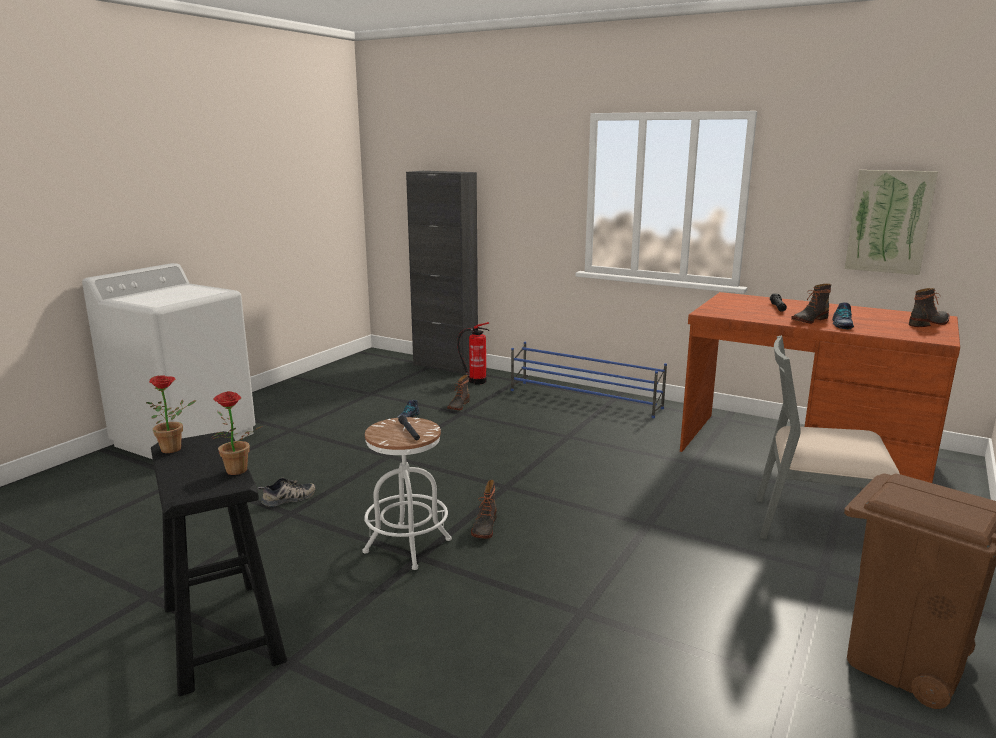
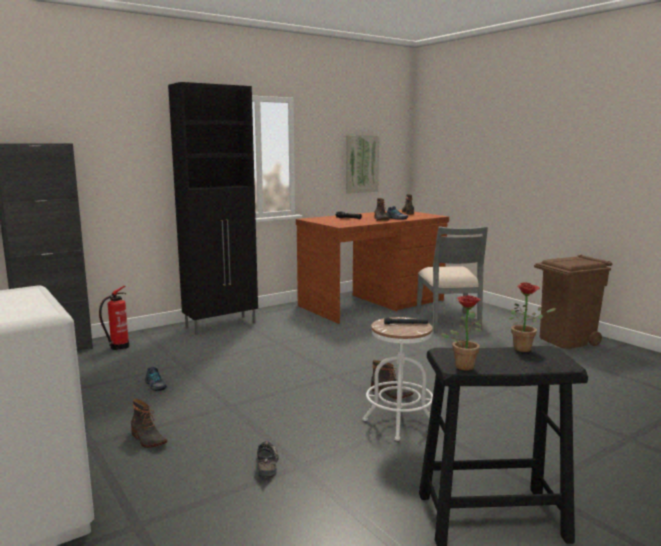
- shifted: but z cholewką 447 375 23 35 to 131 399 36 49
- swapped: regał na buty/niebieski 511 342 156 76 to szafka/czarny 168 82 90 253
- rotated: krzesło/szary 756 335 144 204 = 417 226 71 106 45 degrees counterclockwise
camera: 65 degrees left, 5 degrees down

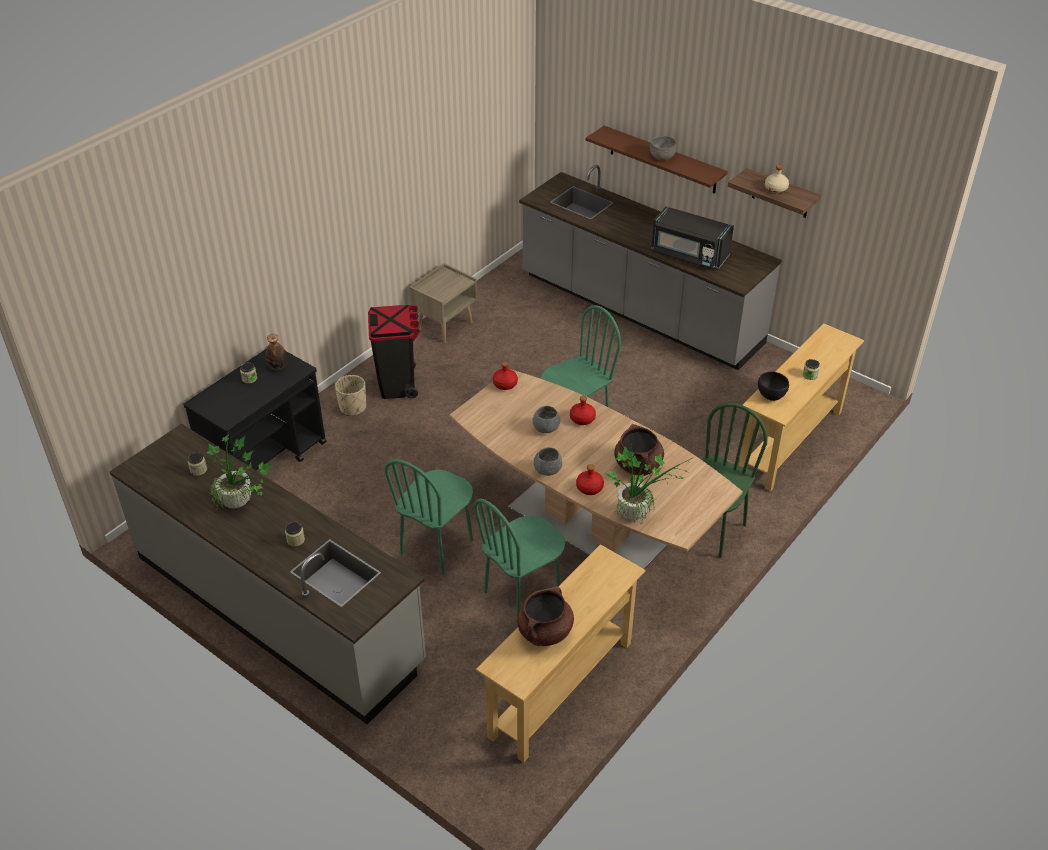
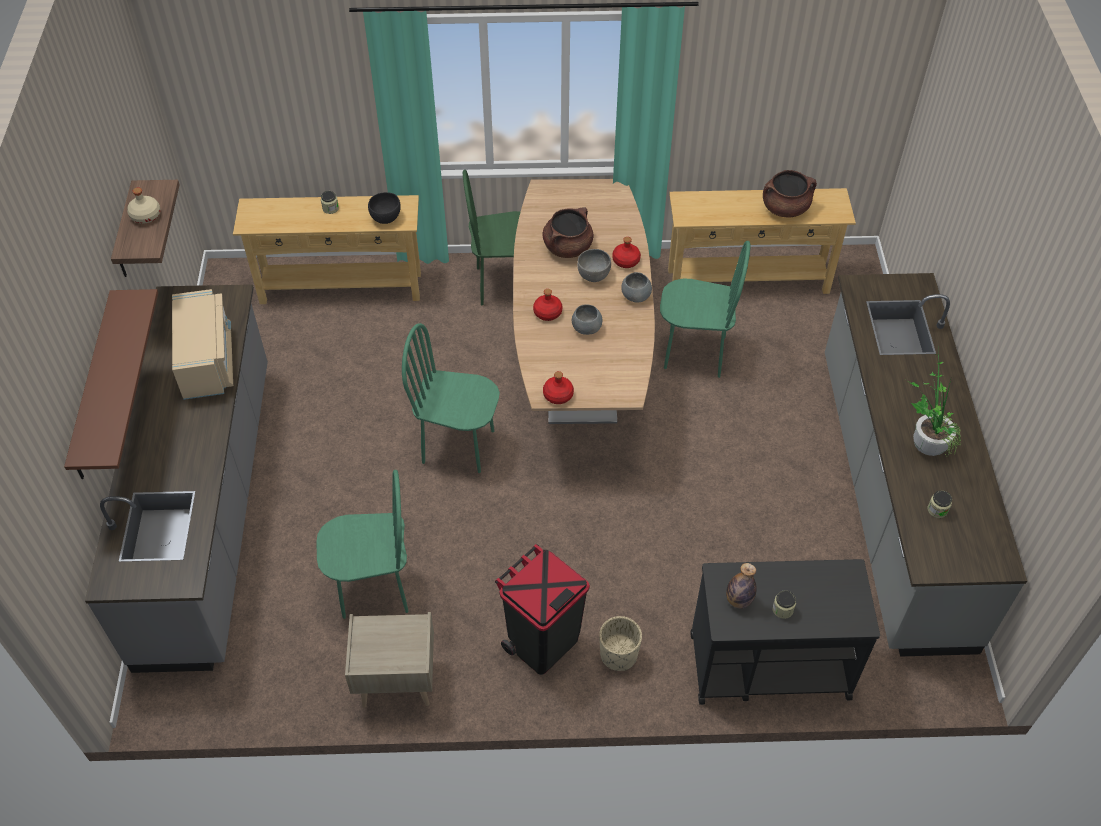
- gone: słoik 285 522 20 25
- shifted: krzesło/zielony 385 459 88 116 to 316 470 93 149
- gone: roślina doniczkowa 605 442 91 83
- shifted: miska/szary 650 136 27 25 to 577 249 34 33
- repainted: mikrofalówka/czarny 652 206 82 63 to mikrofalówka/beżowy 172 289 61 111
camera: 130 degrees left, 10 degrees up

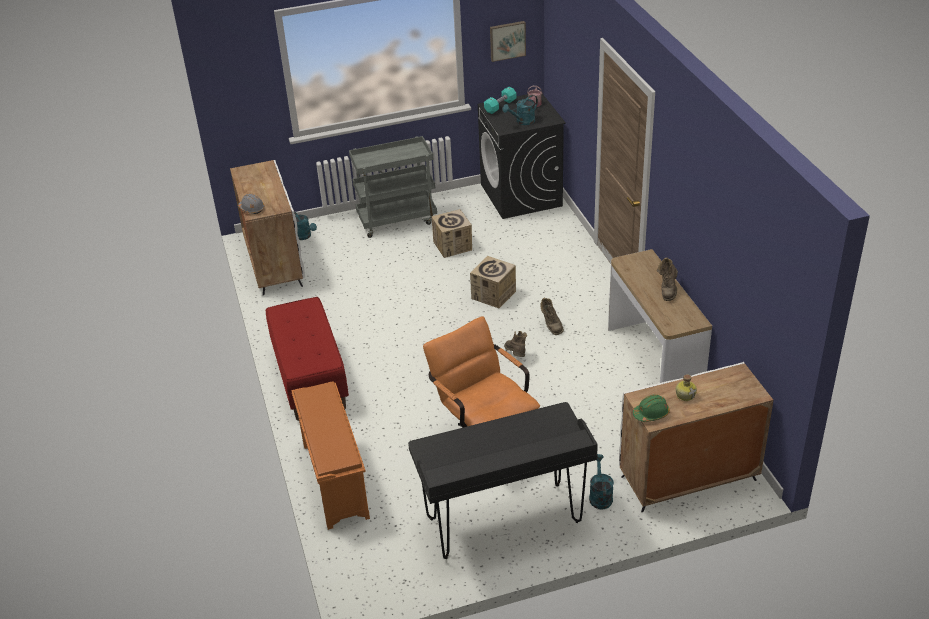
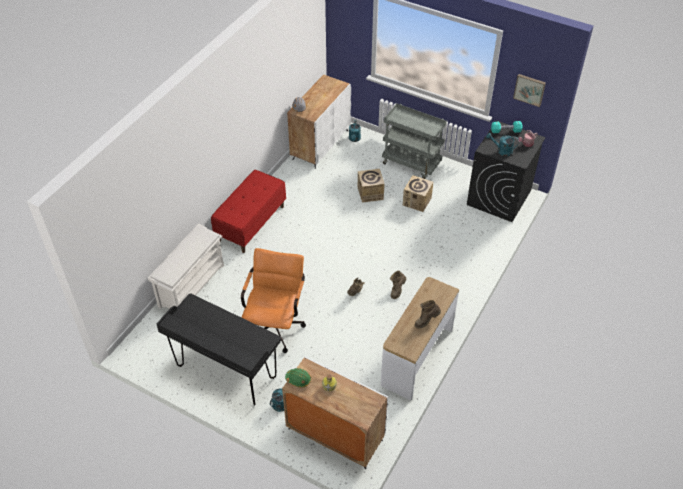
- repainted: regał na buty/pomarańczowy 291 381 79 149 to regał na buty/biały 148 224 76 85
- shifted: karton 470 256 46 52 to 358 169 27 34
camera: 45 degrees right, 10 degrees up

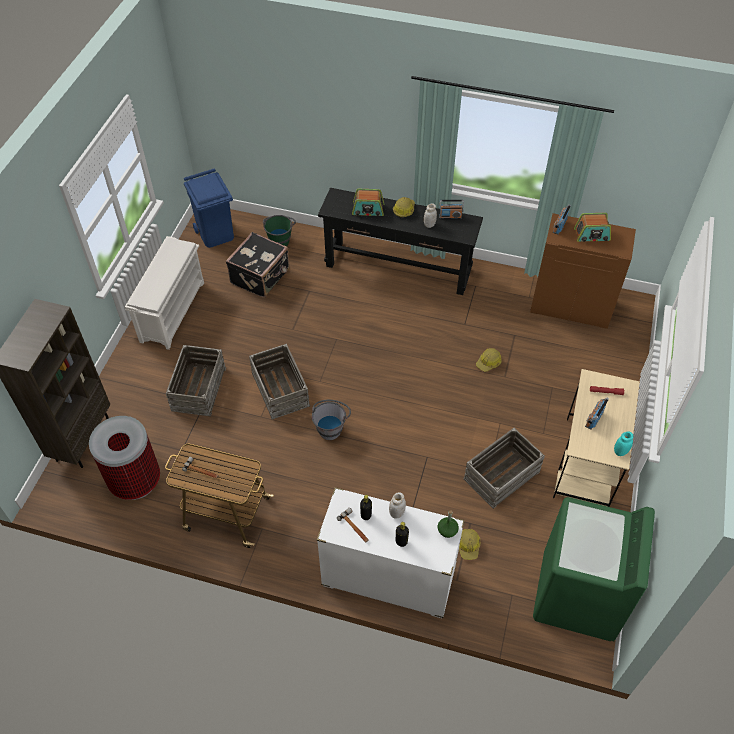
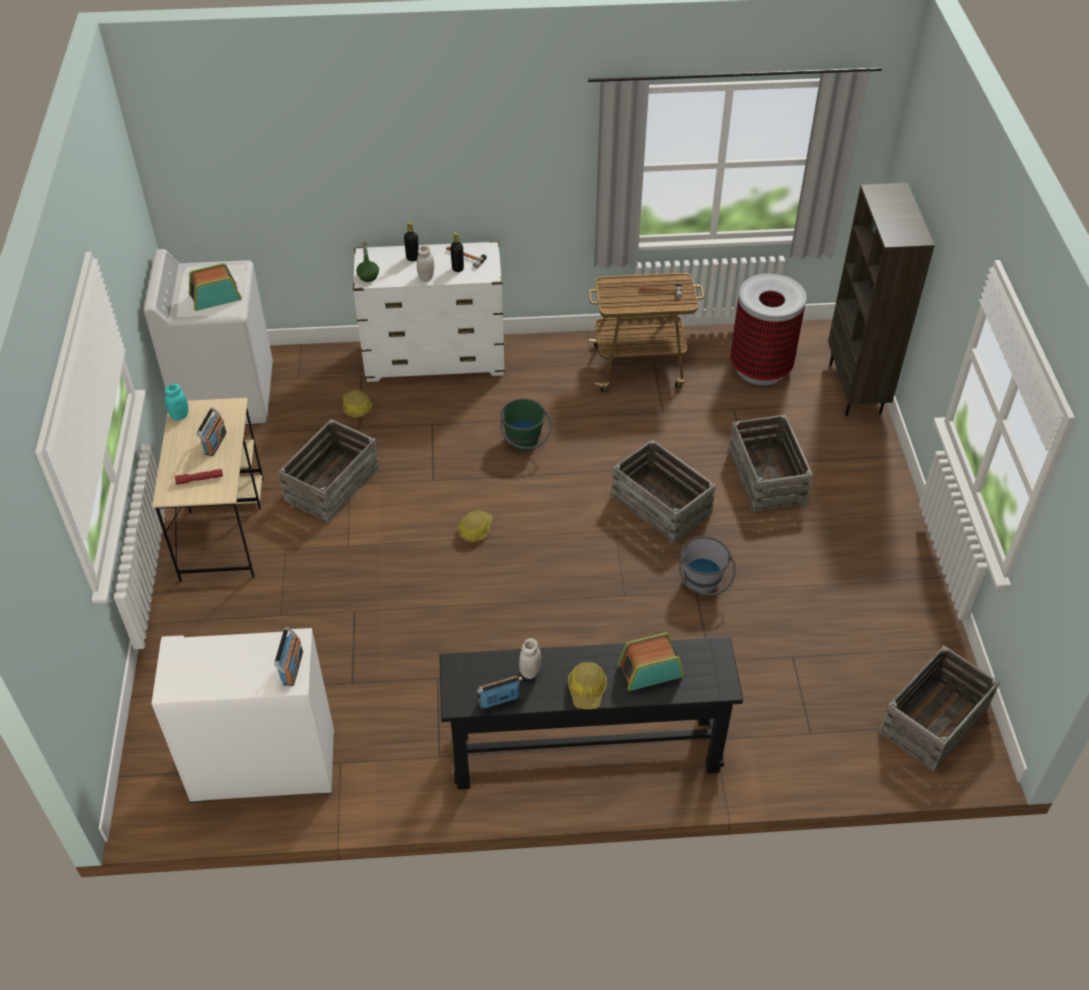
- gone: regał na buty/biały 125 236 79 114
- swapped: kosz na śmieci/niebieski 184 169 50 79 to skrzynka 878 645 122 126
- gone: walizka/czarny 226 232 64 65
- shifted: wiadro/zielony 263 215 33 31 to 500 398 52 53
- shifted: wiadro/szary 312 400 39 40 to 679 536 57 60
- shifted: kask 476 348 26 24 to 458 510 35 32
- repainted: szafka/brązowy 530 213 106 116 to szafka/biały 151 628 183 175
- repainted: pralka/zielony 533 497 122 144 to pralka/biały 143 249 130 175
- shifted: radio 574 213 37 29 to 189 263 53 48
camera: 160 degrees right, 5 degrees down

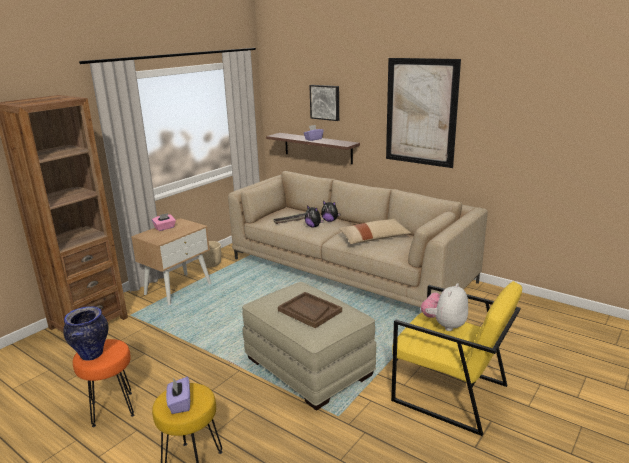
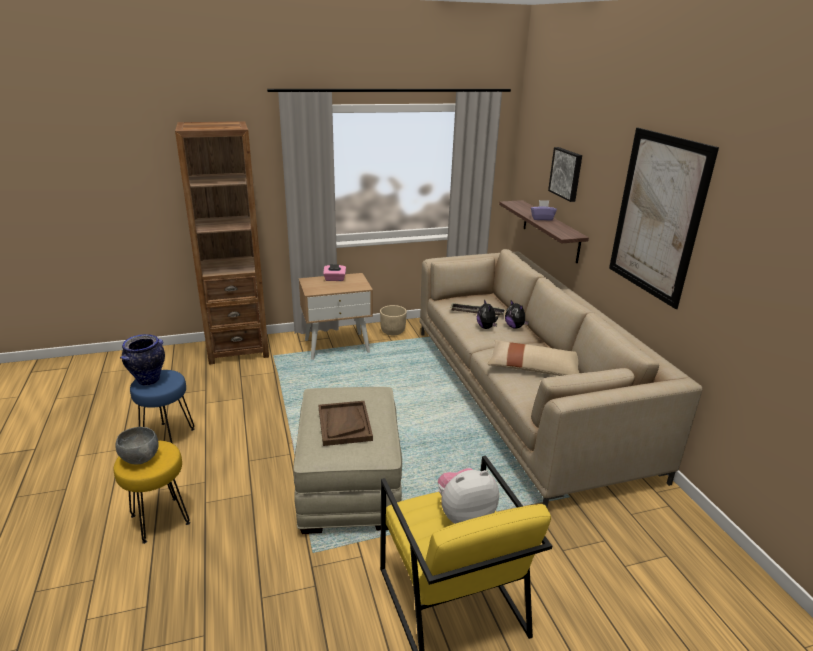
- repainted: stołek/pomarańczowy 73 339 61 88 to stołek/niebieski 130 370 65 74
- swapped: pudełko chusteczek/fioletowy 166 377 24 37 to miska/szary 115 427 44 37
camera: 35 degrees right, 5 degrees up

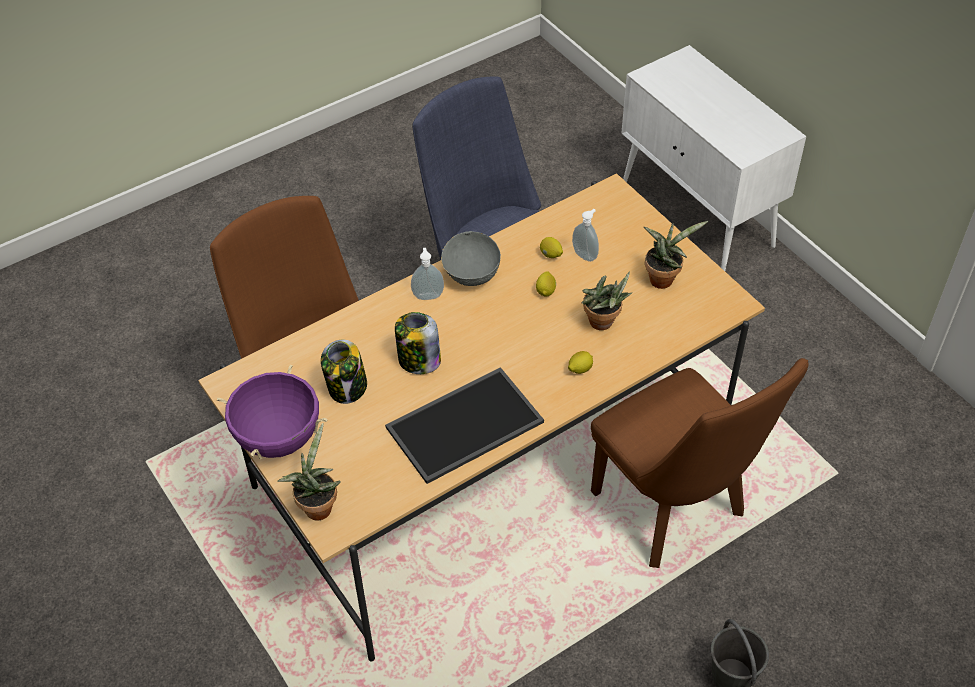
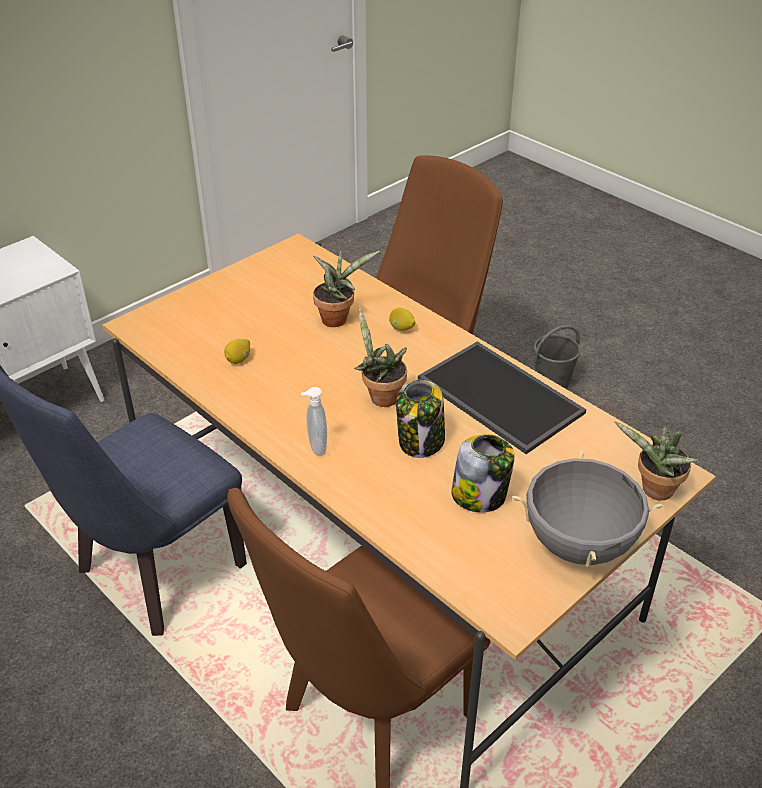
- repainted: garnek/fioletowy 217 365 111 95 to garnek/szary 512 450 152 117
- gone: miska/szary 441 231 60 55
- gone: cytryna 536 271 20 26
- gone: dozownik mydła 572 209 27 53
- shifted: roślina doniczkowa 644 221 65 68 to 354 305 53 102
camera: 100 degrees left, 10 degrees down

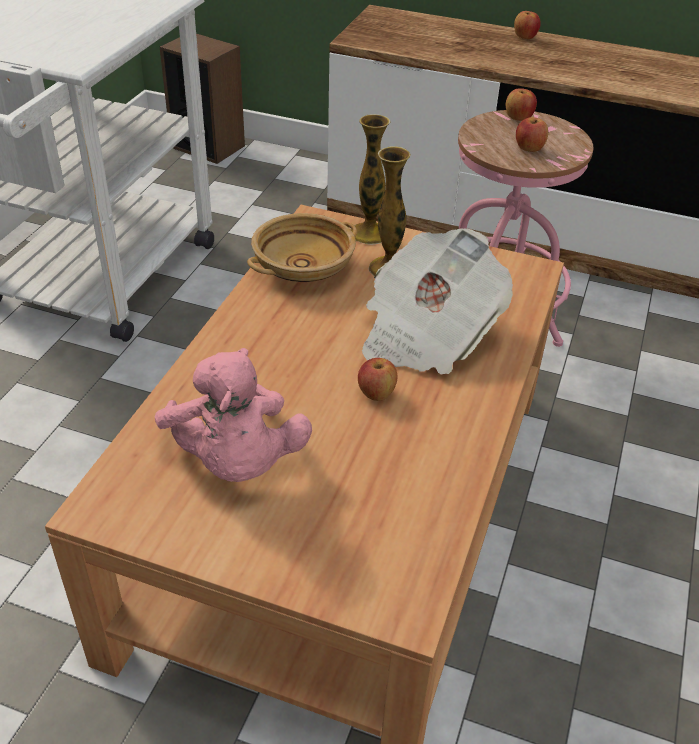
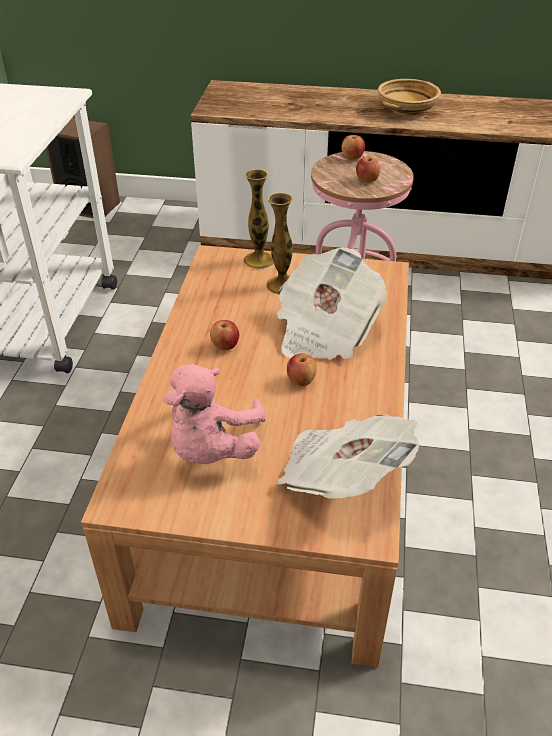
- rotated: pluszak/różowy 155 348 157 134 = 163 364 104 100 45 degrees clockwise
- shifted: miska/beżowy 247 213 110 69 to 378 79 63 37
- shifted: jabłko 514 11 27 28 to 210 320 29 30
- new: gazeta 276 414 143 85
camera: 10 degrees left, 0 degrees up

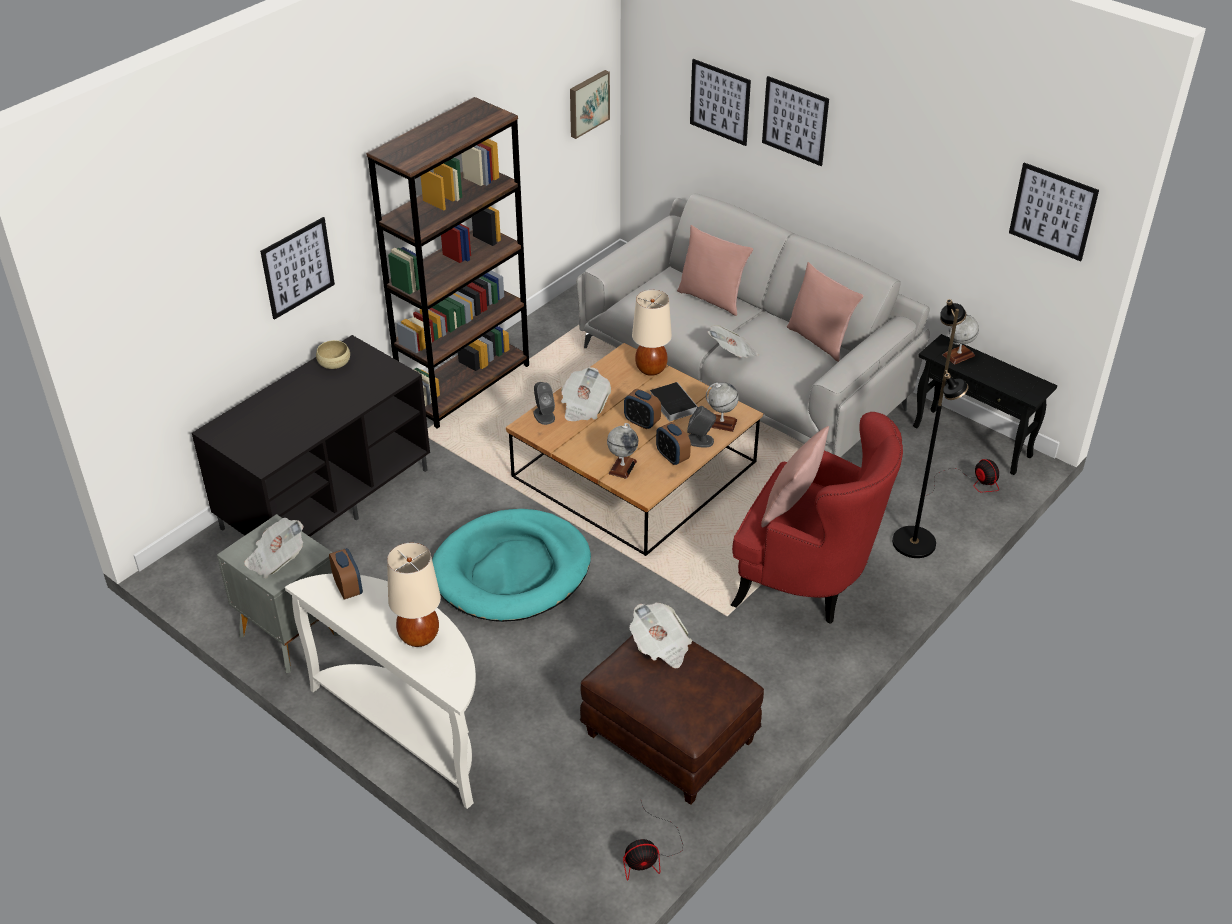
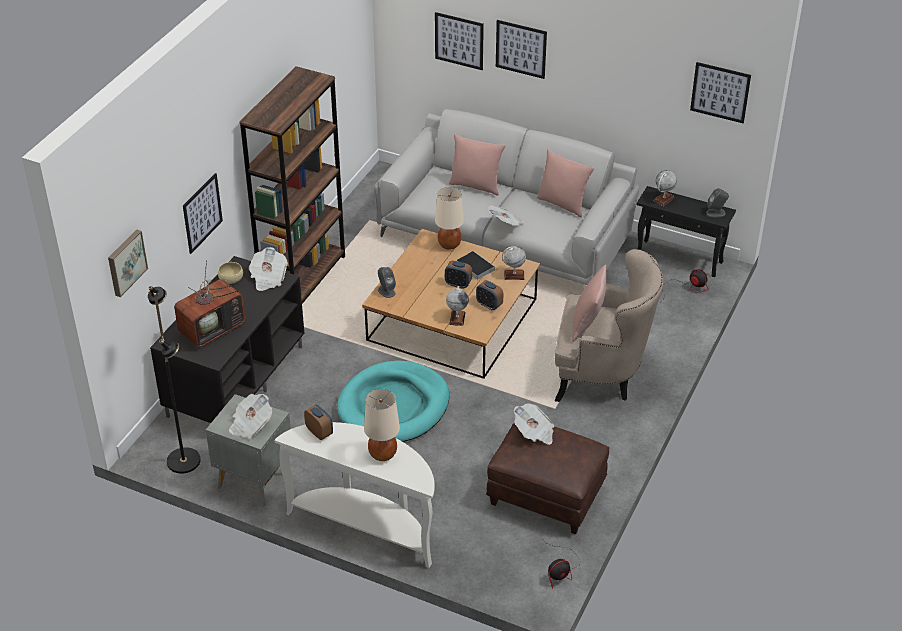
- shifted: gazeta 561 367 50 54 to 249 247 39 44
- shifted: obraz 570 70 40 69 to 108 230 40 67
- shifted: głośnik/szary 687 406 29 41 to 706 188 23 29
- repainted: fotel/czerwony 730 412 173 212 to fotel/beżowy 555 249 108 153
- shifted: lampa stojąca/czarny 892 299 77 259 to 148 286 53 188
- new: telewizor 174 260 72 88
camera: 15 degrees left, 0 degrees up

